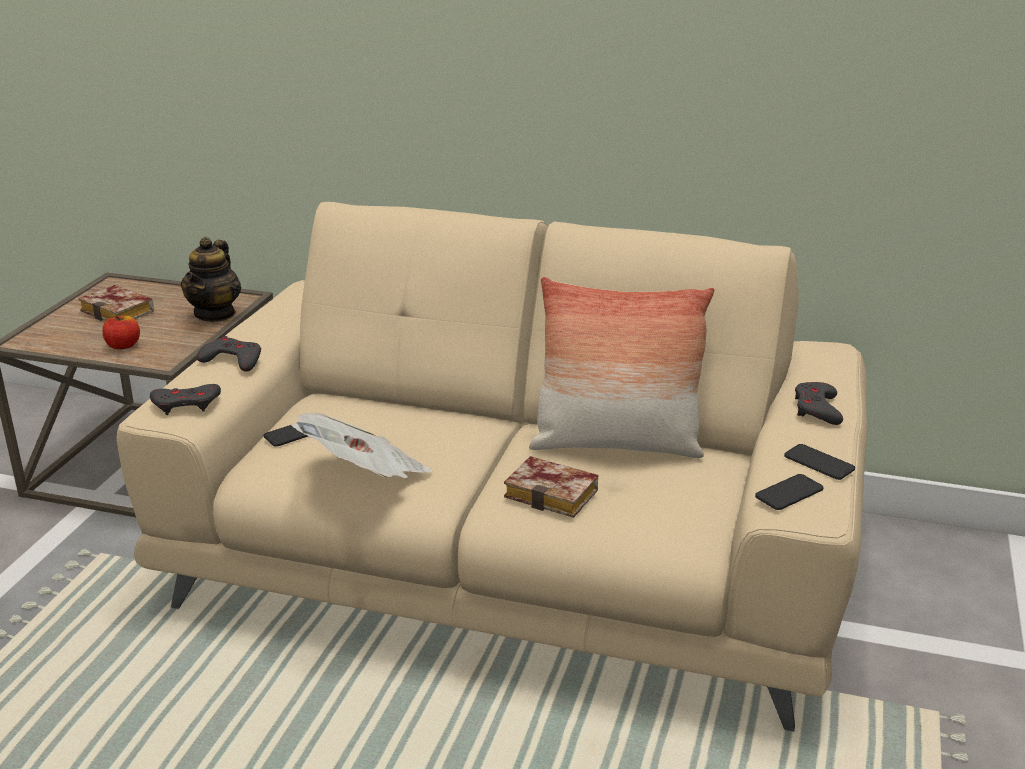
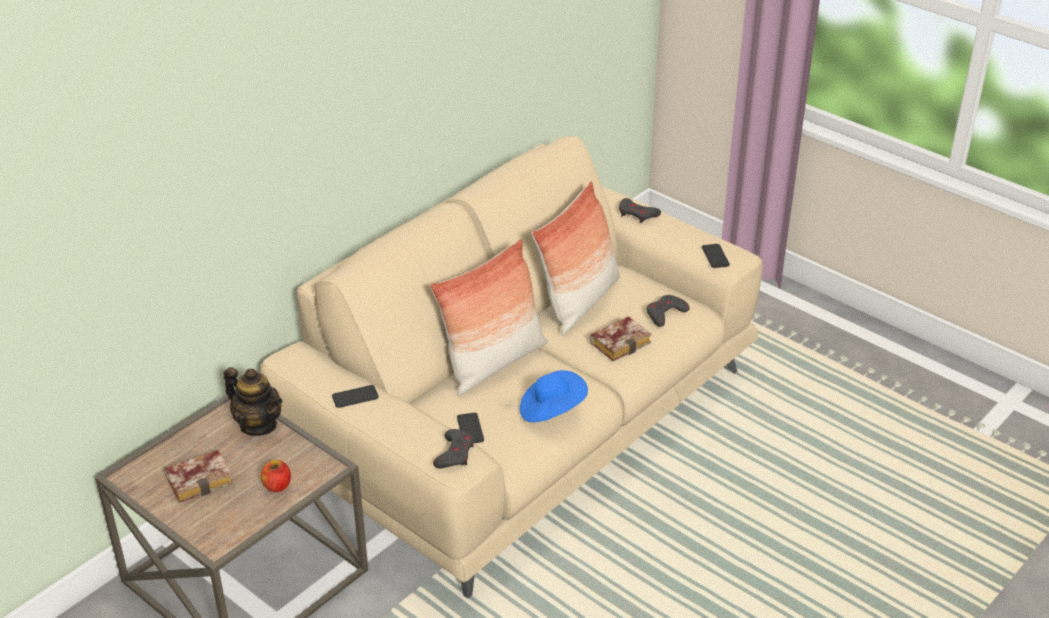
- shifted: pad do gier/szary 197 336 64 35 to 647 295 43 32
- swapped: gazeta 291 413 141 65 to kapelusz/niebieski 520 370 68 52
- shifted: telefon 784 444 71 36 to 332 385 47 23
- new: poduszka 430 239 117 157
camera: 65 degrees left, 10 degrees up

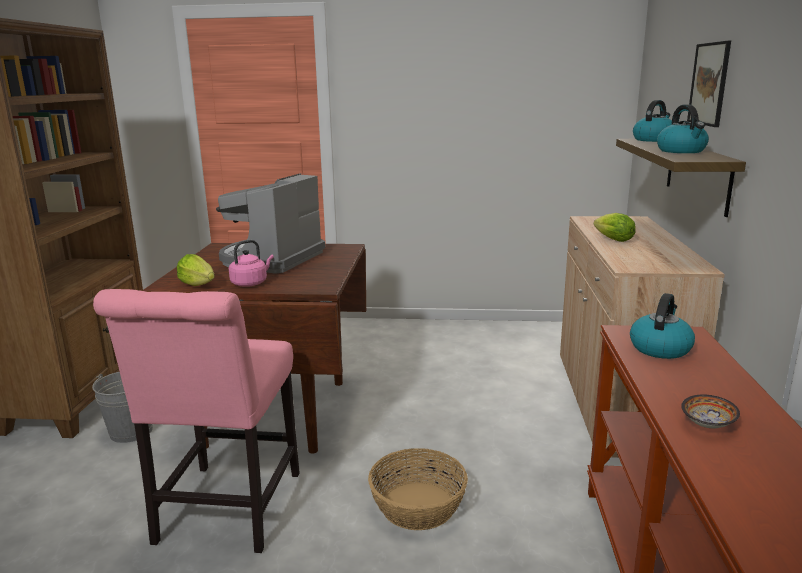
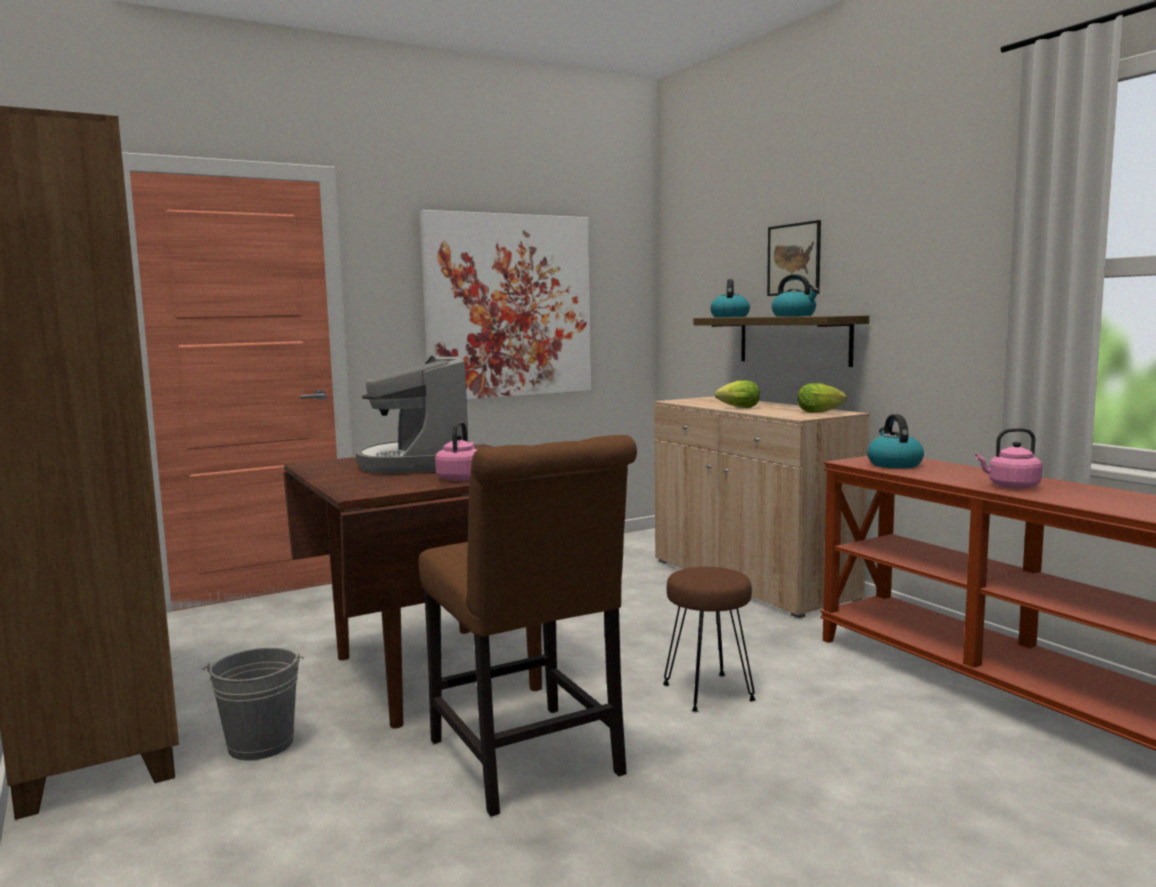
- repainted: krzesło/różowy 93 289 207 264 to krzesło/brązowy 419 435 218 382
- shifted: sałata 177 254 38 32 to 798 383 49 30
- swapped: koszyk 368 448 100 82 to stołek/brązowy 663 567 93 145
- swapped: miska 681 394 59 34 to czajnik/różowy 975 428 68 61
- new: obraz 419 210 172 190
camera: 35 degrees left, 10 degrees down

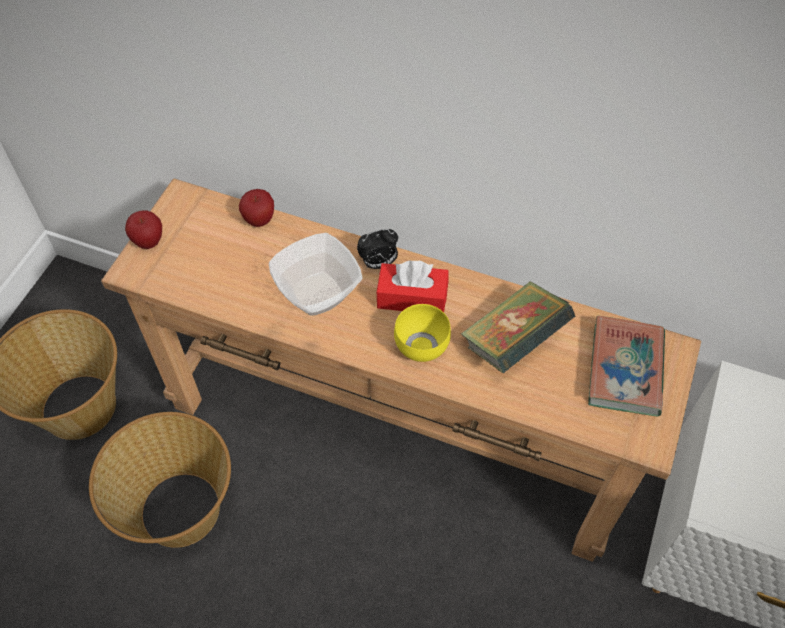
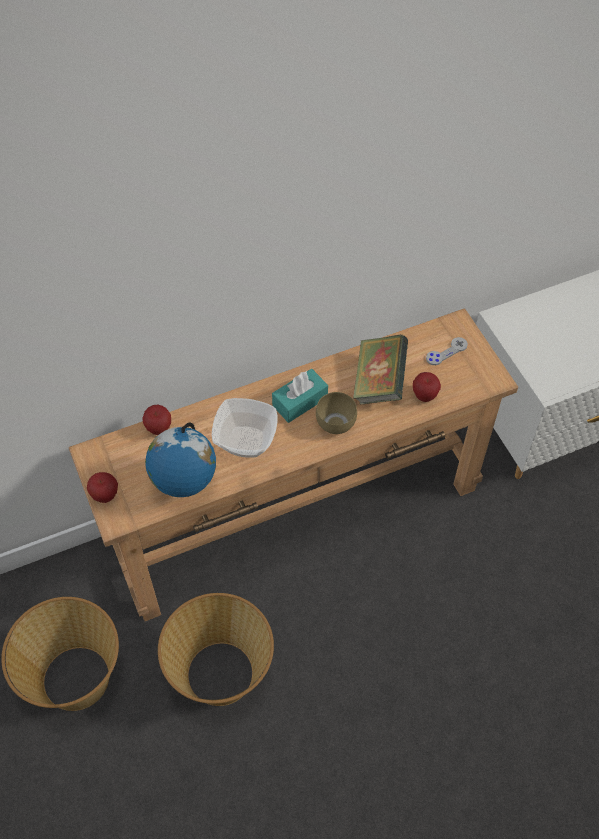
- gone: budzik 357 229 41 40
- repainted: pudełko chusteczek/czerwony 376 260 72 52 to pudełko chusteczek/turkusowy 272 369 56 54
- repainted: miska/żółty 394 304 57 58 to miska/brązowy 316 392 41 42
- swapped: książka 588 316 77 100 to pad do gier/szary 426 337 42 28
- new: globus 145 423 71 74
- new: jabłko 413 372 28 30
camera: 45 degrees left, 0 degrees up

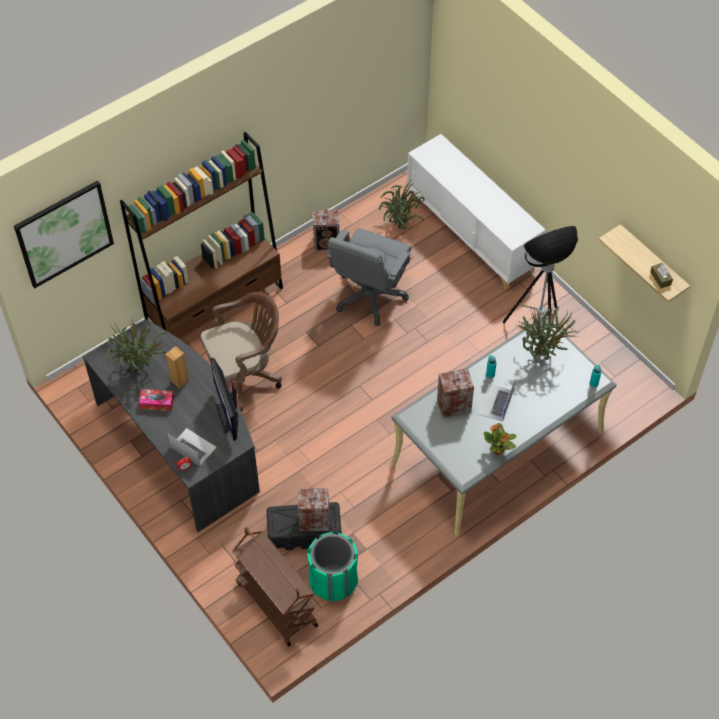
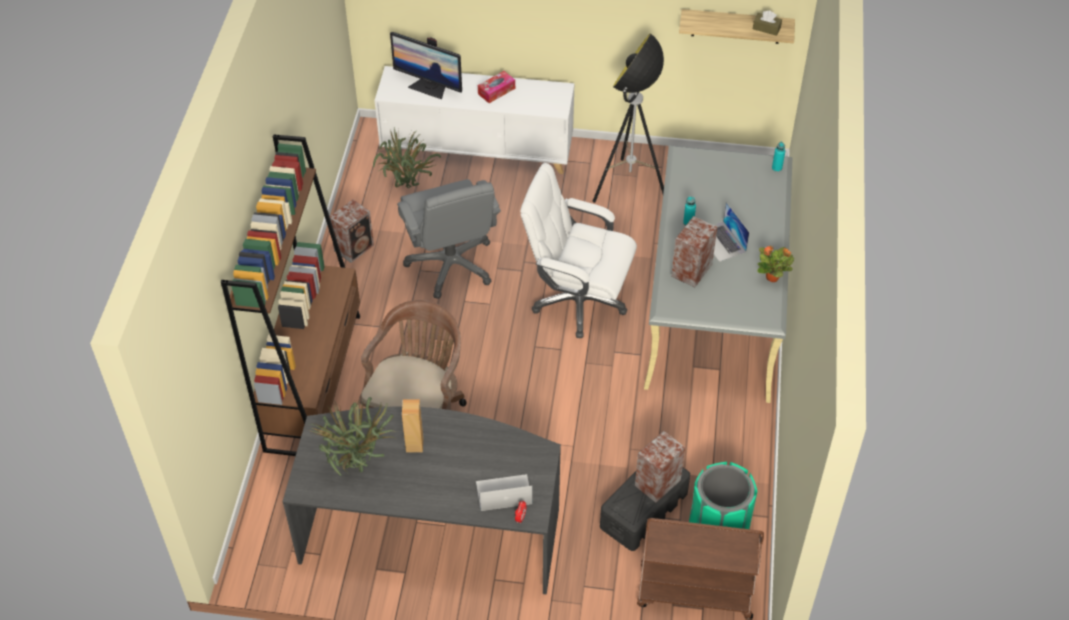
- gone: obraz 14 180 100 108
- shifted: pudełko chusteczek 139 389 35 22 to 478 71 37 32
- shifted: monitor 210 357 28 84 to 390 32 72 67
- gone: roślina doniczkowa 517 306 63 55
- new: krzesło biurowe/biały 520 163 117 175
camera: 45 degrees left, 5 degrees down

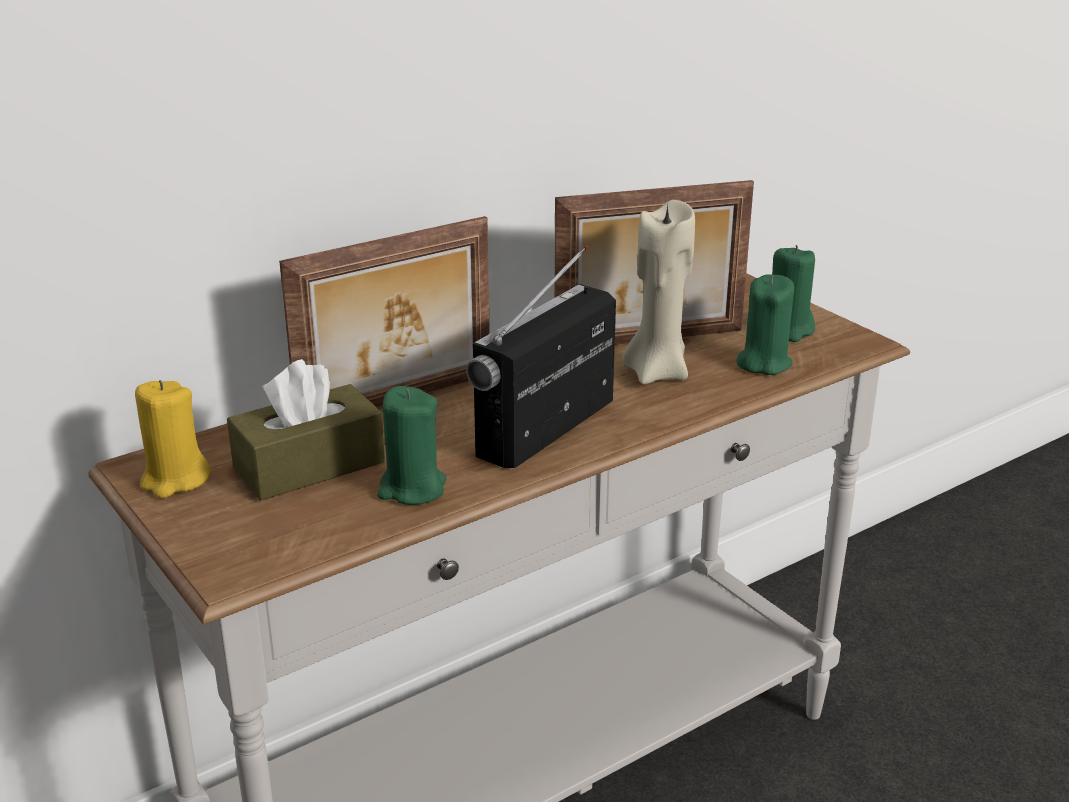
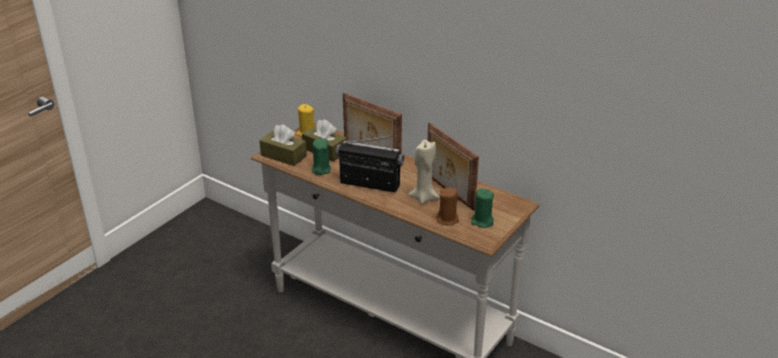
- repainted: świeca/zielony 736 275 58 100 to świeca/brązowy 437 187 22 38
- new: pudełko chusteczek/brązowy 259 124 48 42
camera: 70 degrees right, 5 degrees up

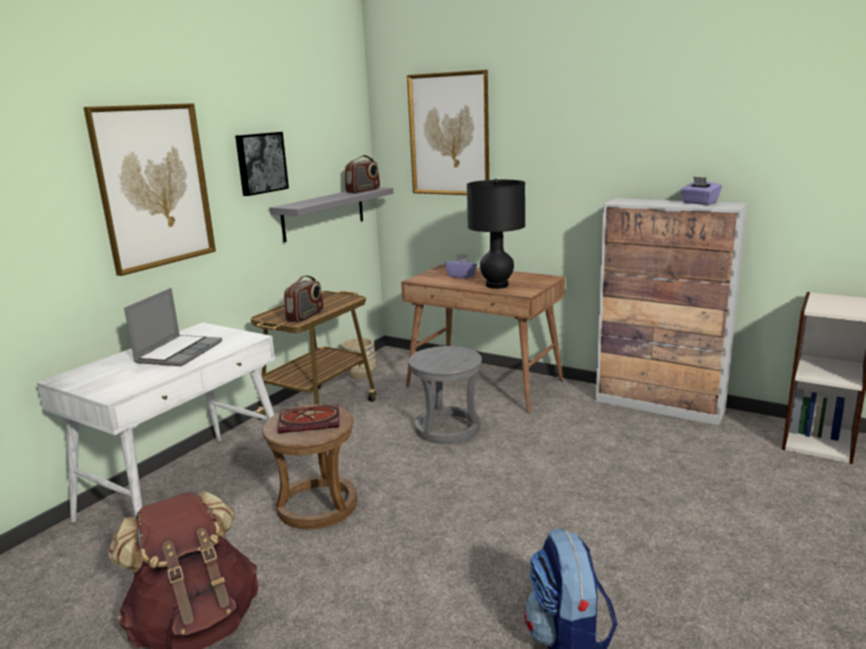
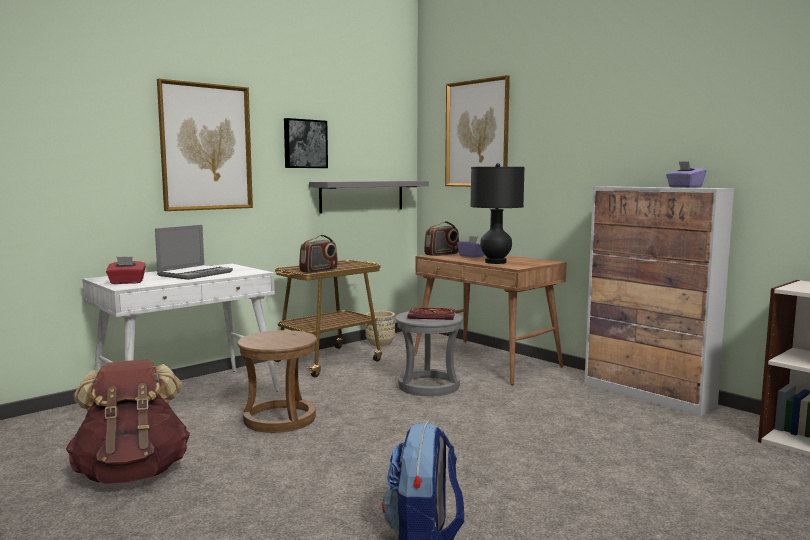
- shifted: książka 277 404 63 29 to 408 308 47 12
- shifted: radio 345 155 35 38 to 424 221 35 35
- new: pudełko chusteczek/czerwony 106 257 40 27
camera: 15 degrees right, 10 degrees down

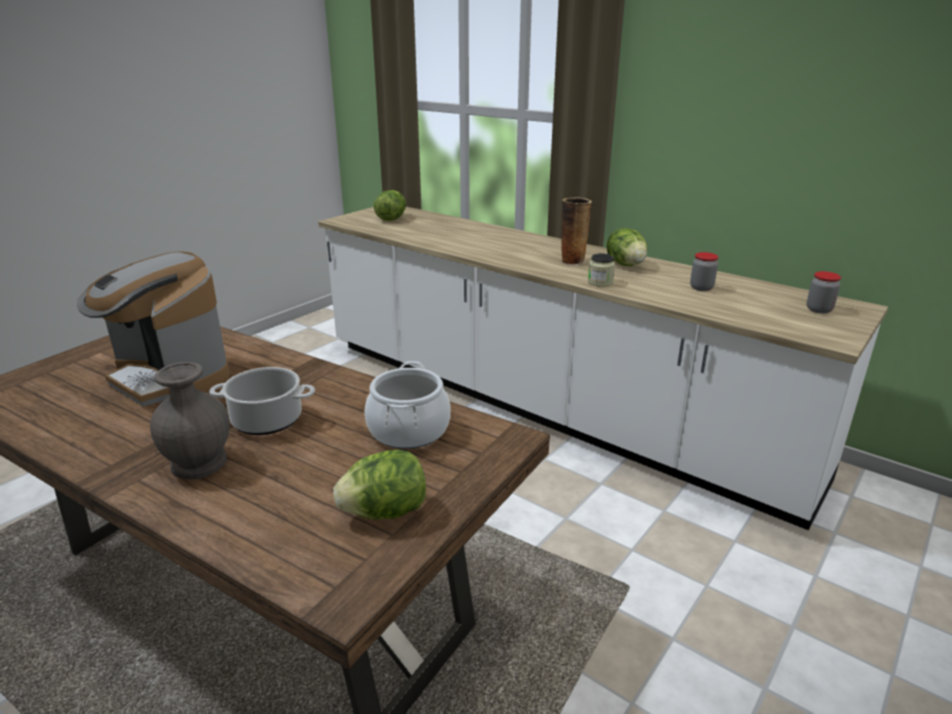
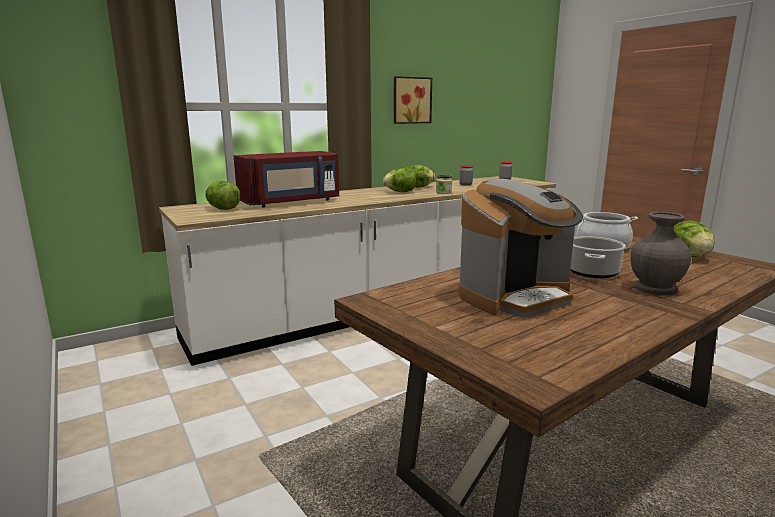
- swapped: wazon 561 197 31 68 to sałata 383 168 33 24
- new: mikrofalówka/czerwony 234 151 105 56
- new: obraz 394 76 38 48
camera: 70 degrees left, 10 degrees down

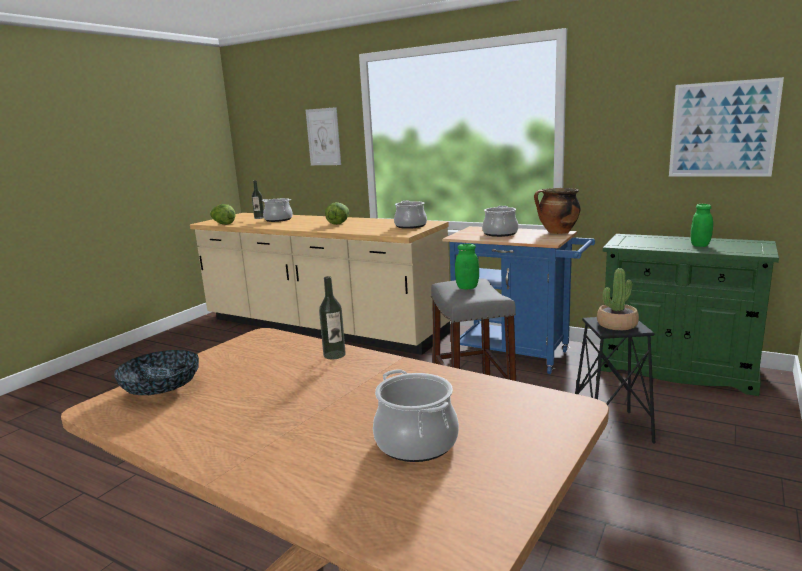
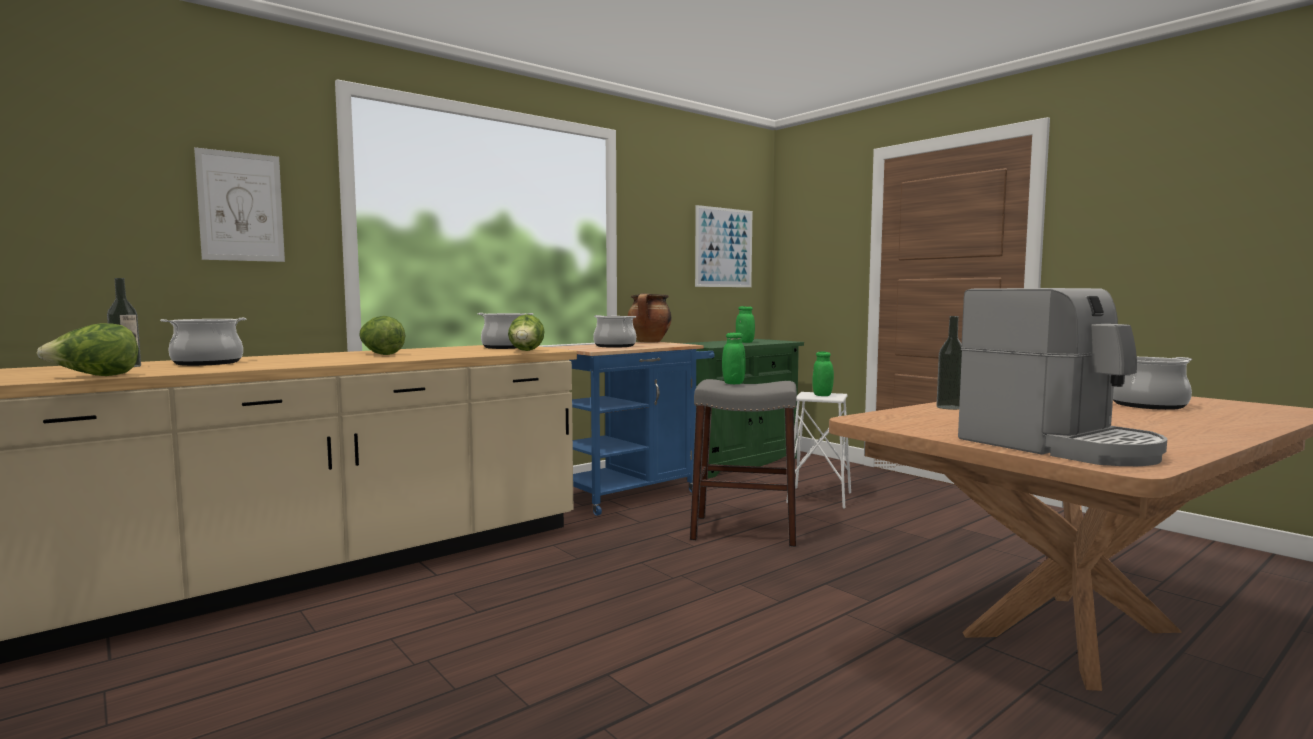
- swapped: miska 114 350 85 45 to ekspres do kawy 958 288 209 178
- repainted: stołek/czarny 575 317 80 127 to stołek/biały 786 392 65 117
- swapped: roślina doniczkowa 597 268 42 62 to słoik/zielony 812 351 22 45
- new: sałata 508 314 37 37
camera: 70 degrees left, 10 degrees down

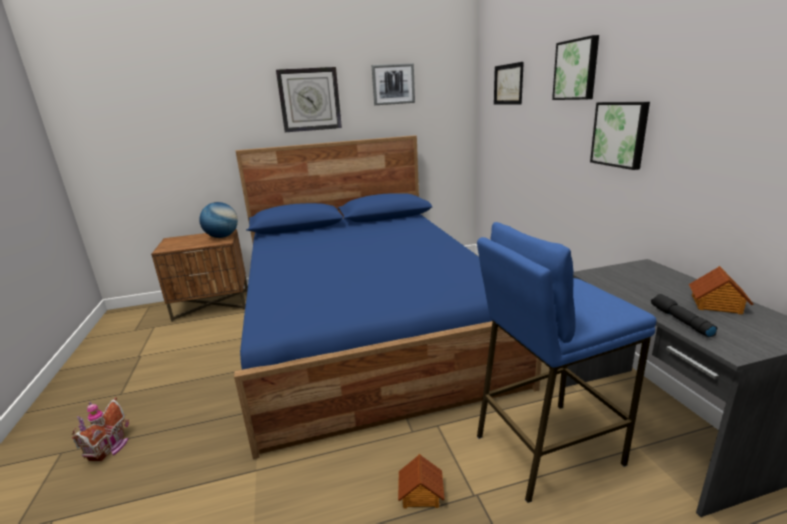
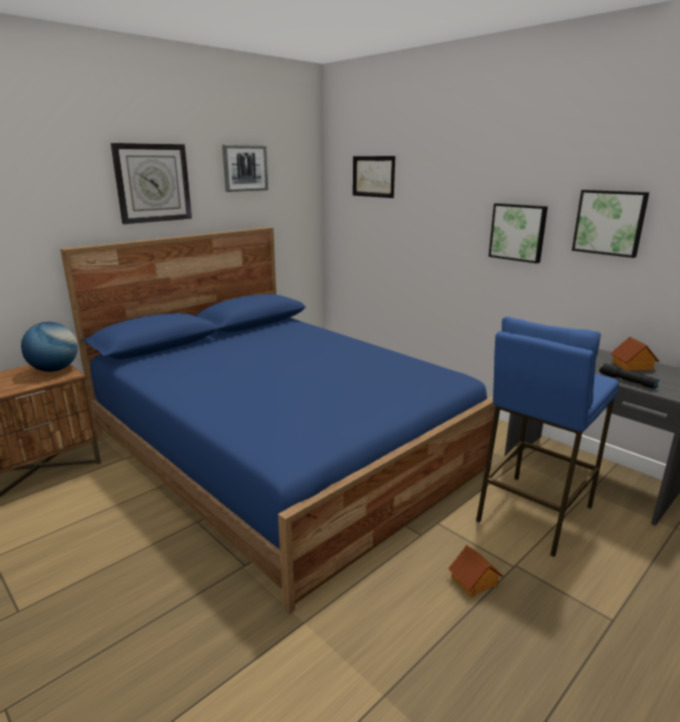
- gone: domek 72 397 57 64
- shifted: obraz 552 35 47 65 to 572 190 77 68
camera: 30 degrees left, 0 degrees up

